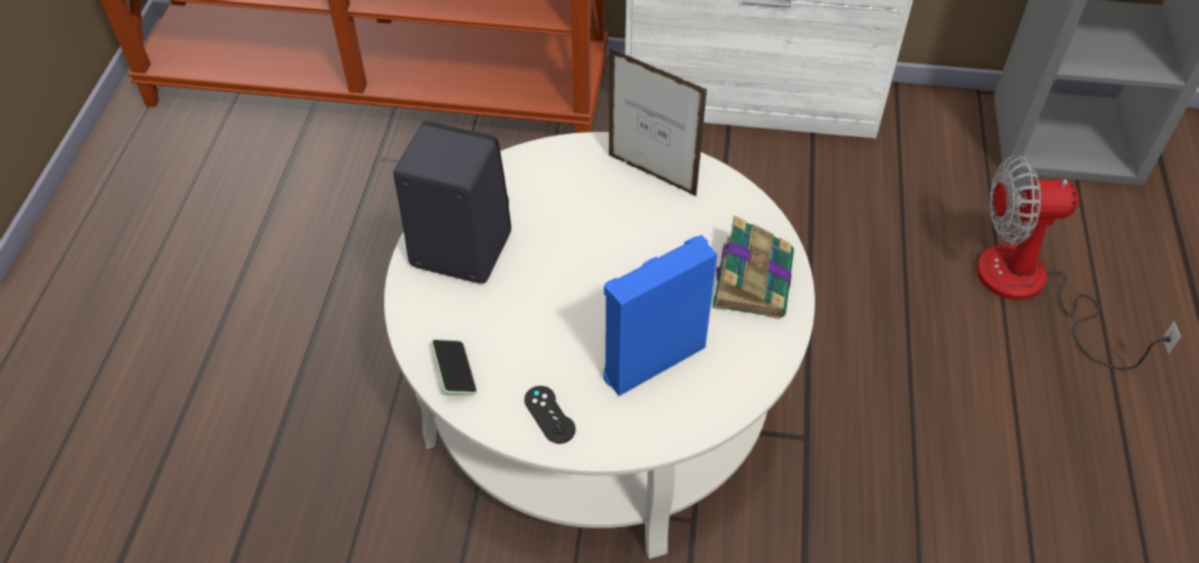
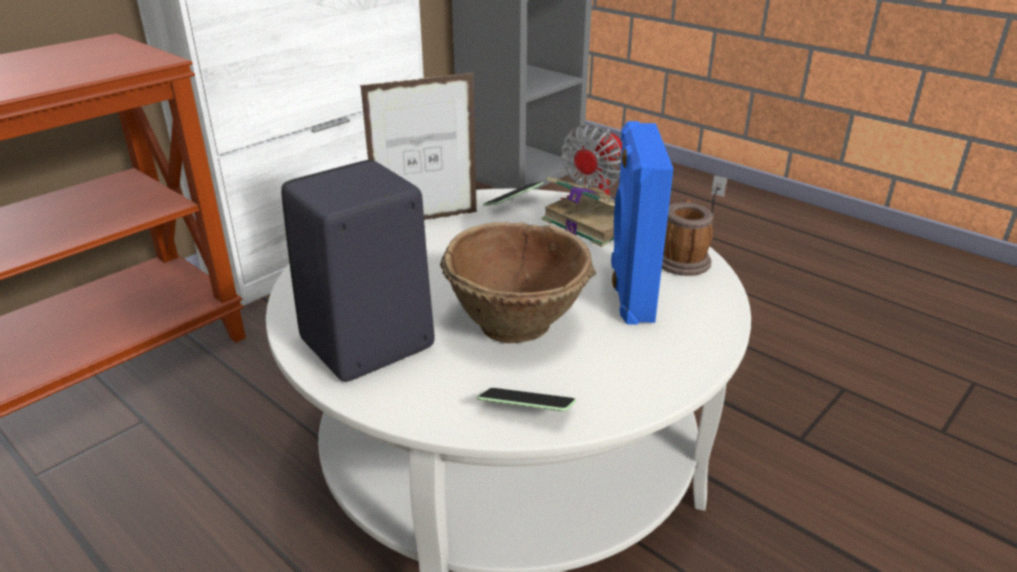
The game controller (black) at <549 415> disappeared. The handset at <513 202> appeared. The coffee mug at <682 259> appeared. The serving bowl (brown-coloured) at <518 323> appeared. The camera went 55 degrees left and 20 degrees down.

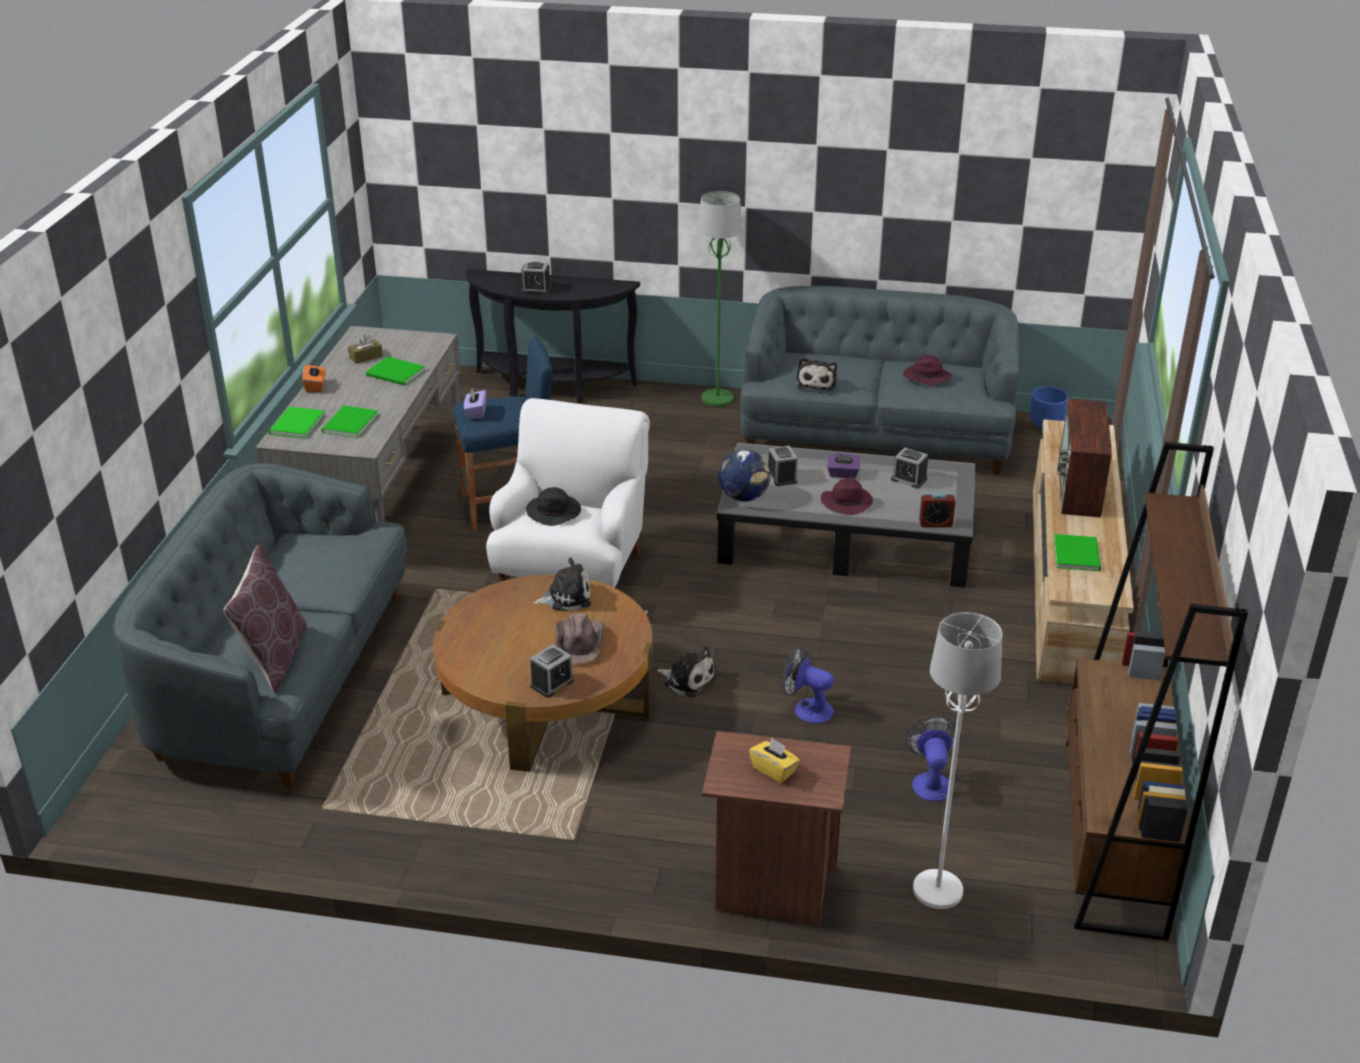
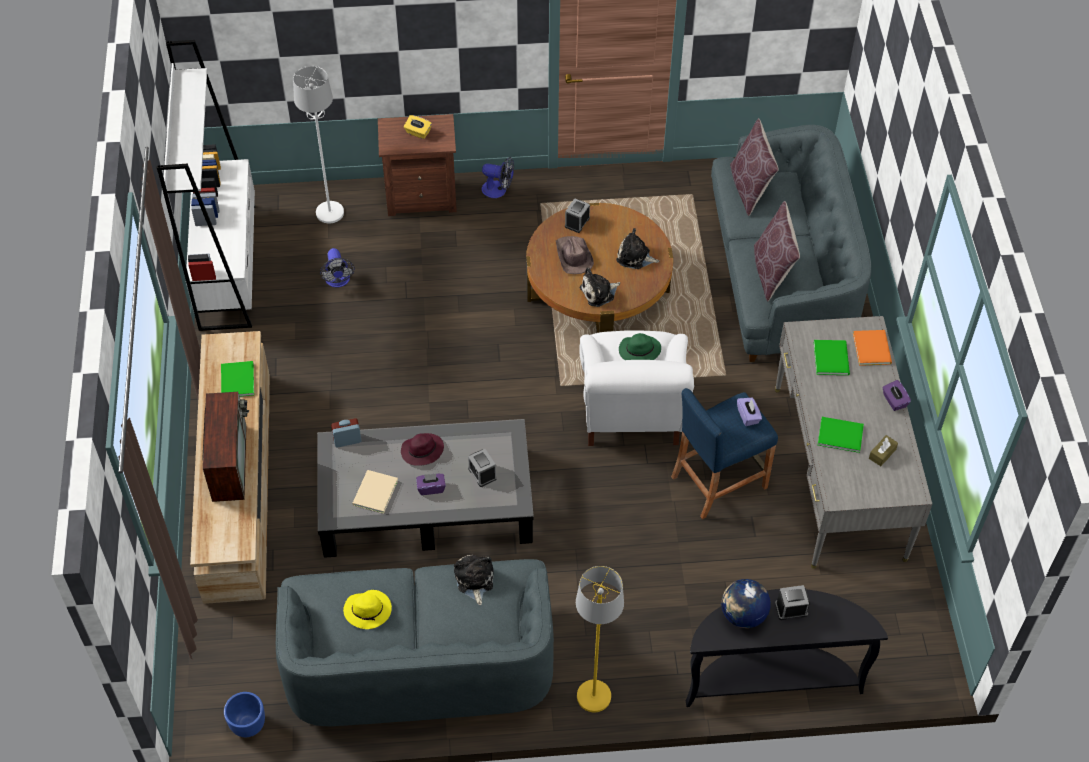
The standing lamp (green-coloured) at <717 398> became the standing lamp (yellow-coloured) at <593 697>. The wearable hat (purplish) at <926 377> became the wearable hat (yellow-coloured) at <368 610>. The tissue holder (orange-coloured) at <315 386> became the tissue holder (purplish) at <894 401>. The bound book (green-coloured) at <295 425> became the bound book (orange-coloured) at <872 347>. The shelving unit (brown-coloured) at <1113 835> became the shelving unit (whitish) at <228 266>. The alarm clock at <909 479> was replaced by the bound book (beige) at <373 493>. The globe moved from <744 497> to <743 615>. The wearable hat (black) at <554 512> became the wearable hat (green-coloured) at <639 351>. The cuddly toy moved from <687 680> to <635 257>. The cooling fan moved from <806 708> to <498 190>. The pillow (brown-coloured) at <772 272> appeared. The camera went 165 degrees right and 20 degrees up.

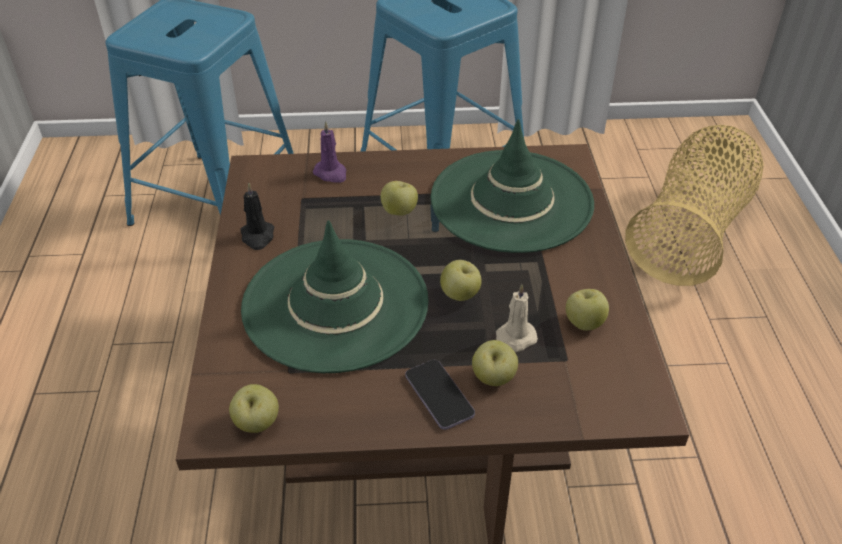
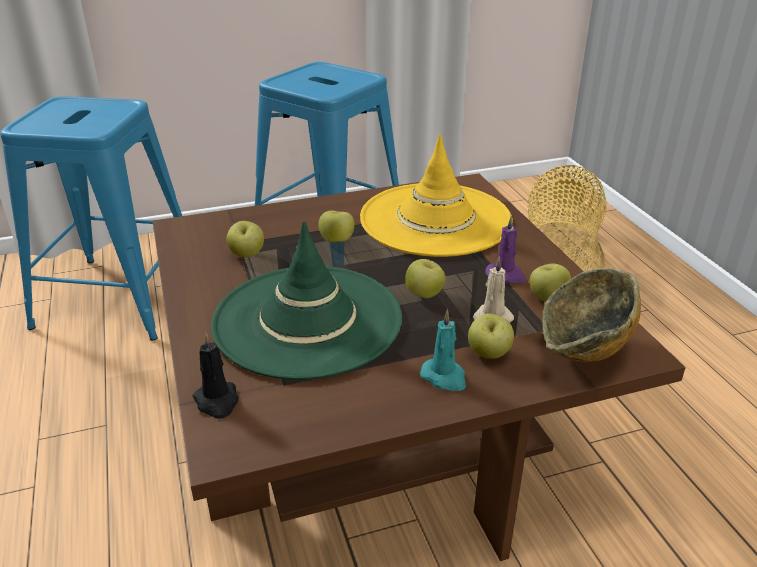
The wearable hat (green-coloured) at <511 201> became the wearable hat (yellow-coloured) at <435 220>. The candle (purplish) moved from <331 173> to <506 275>. The candle (black) moved from <258 237> to <217 401>. The handset at <439 395> was replaced by the candle (turquoise-coloured) at <444 377>. The whole apple moved from <257 423> to <247 255>. The serving bowl at <581 355> appeared. The camera went 15 degrees left and 10 degrees down.

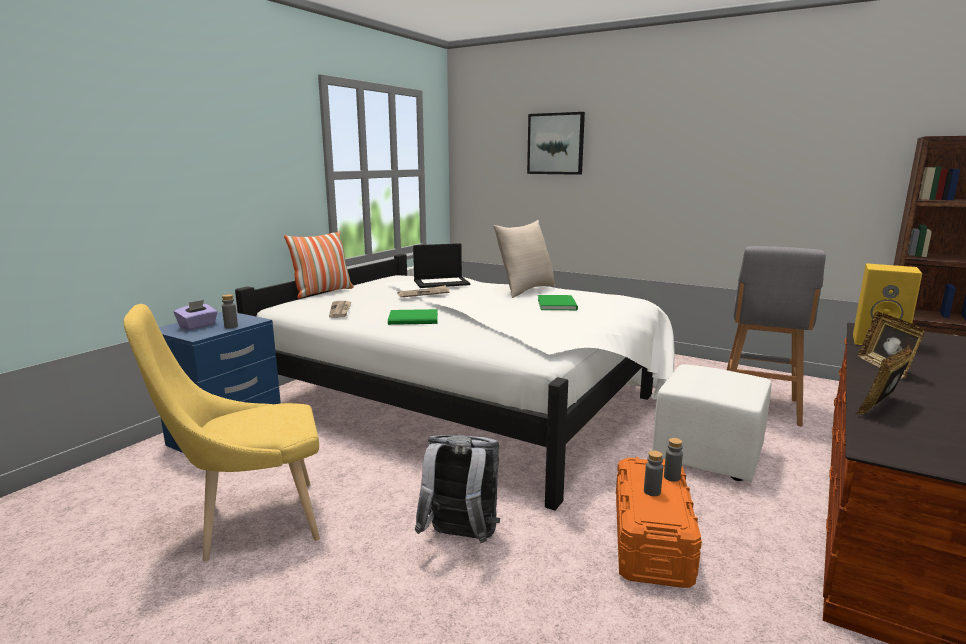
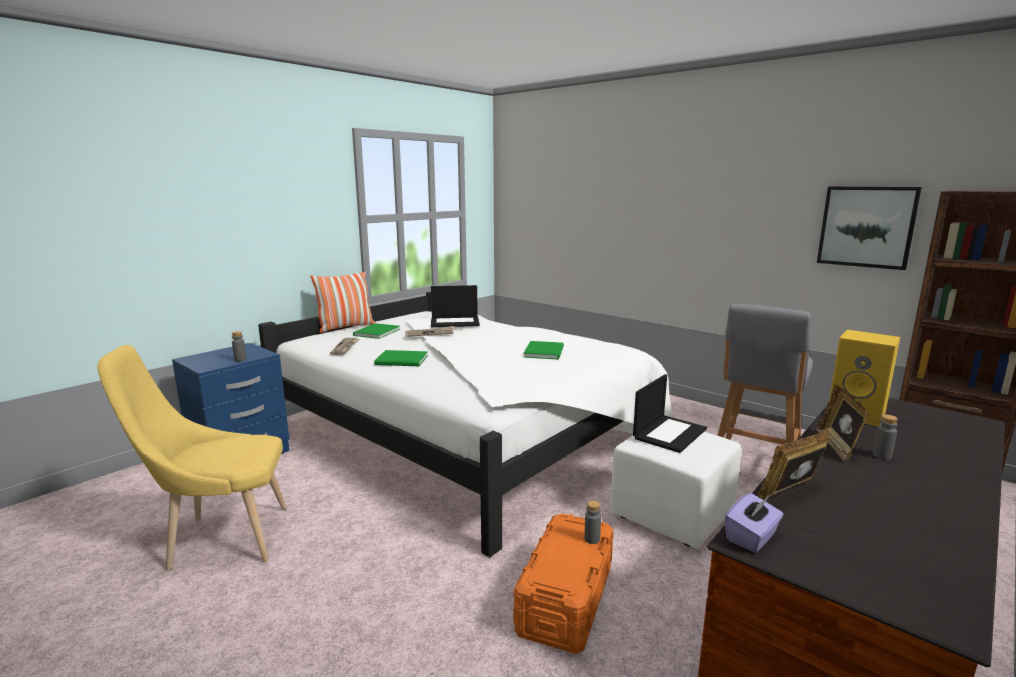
The wall art moved from <555 144> to <866 226>. The pillow (beige) at <525 290> disappeared. The tissue holder (purplish) moved from <198 326> to <752 538>. The knapsack (grey) at <460 538> disappeared. The bottle (grey) moved from <652 491> to <881 456>. The bound book (green-coloured) at <375 332> appeared. The notebook computer at <669 433> appeared. The camera went 10 degrees right and 0 degrees up.

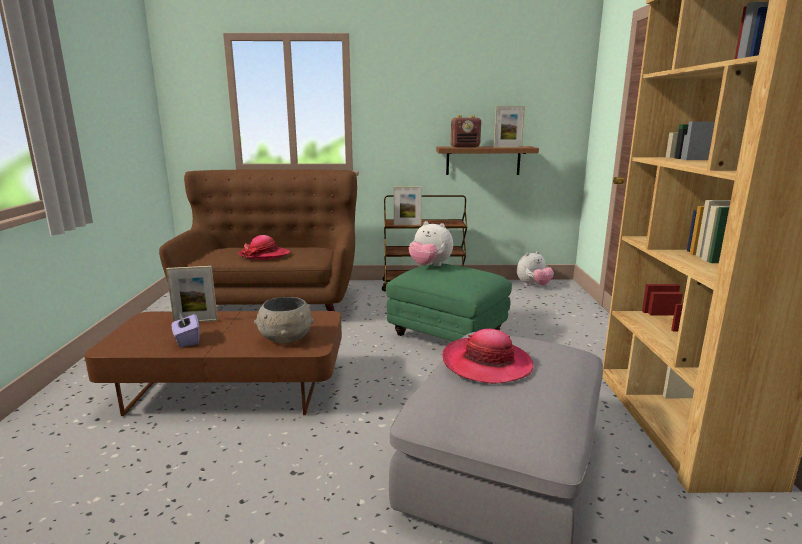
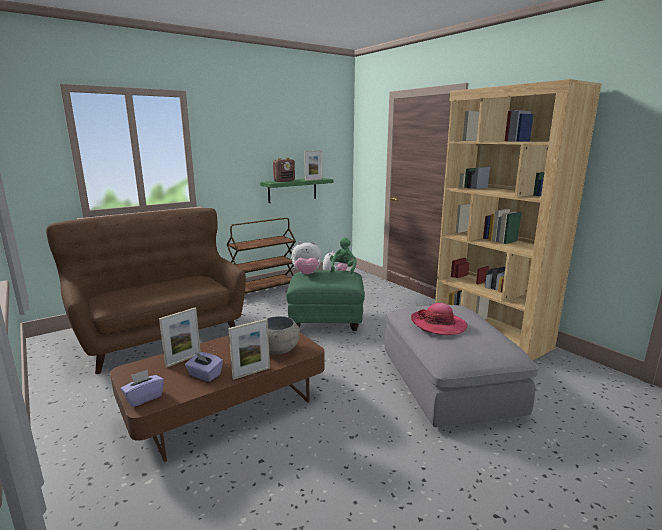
The bracket shelf (brown-coloured) at <483 160> became the bracket shelf (green-coloured) at <292 190>. The picture frame moved from <407 225> to <251 373>. The wearable hat at <264 255> disappeared. The cuddly toy (green-coloured) at <343 269> appeared. The tissue holder (purplish) at <144 398> appeared. The camera went 35 degrees left and 0 degrees up.

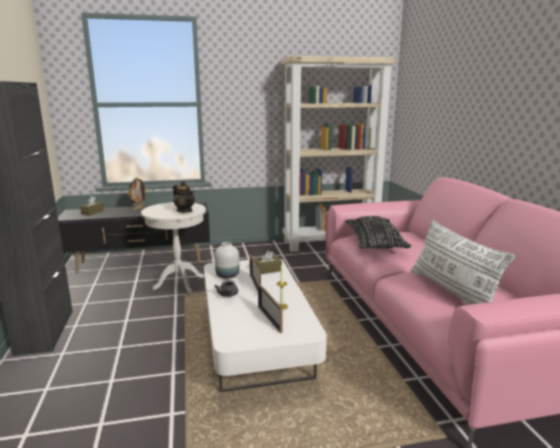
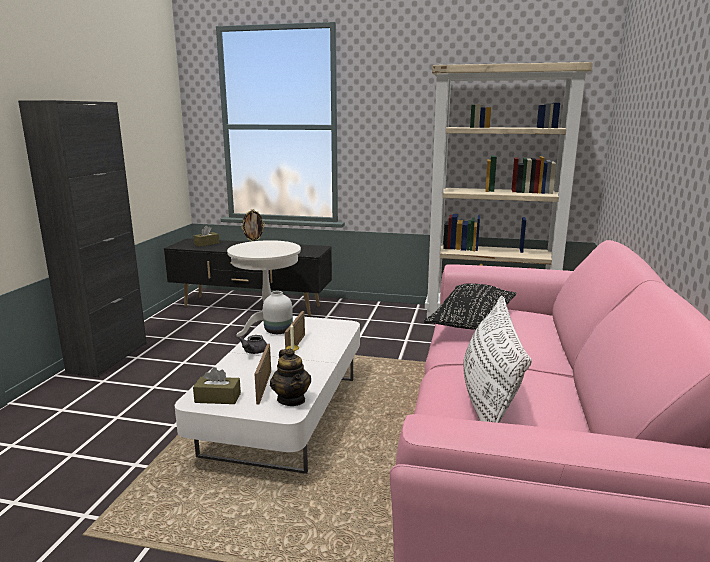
The pot for tea moved from <184 211> to <291 399>. The tissue holder (brown-coloured) moved from <267 270> to <218 398>. The camera went 25 degrees right and 0 degrees up.

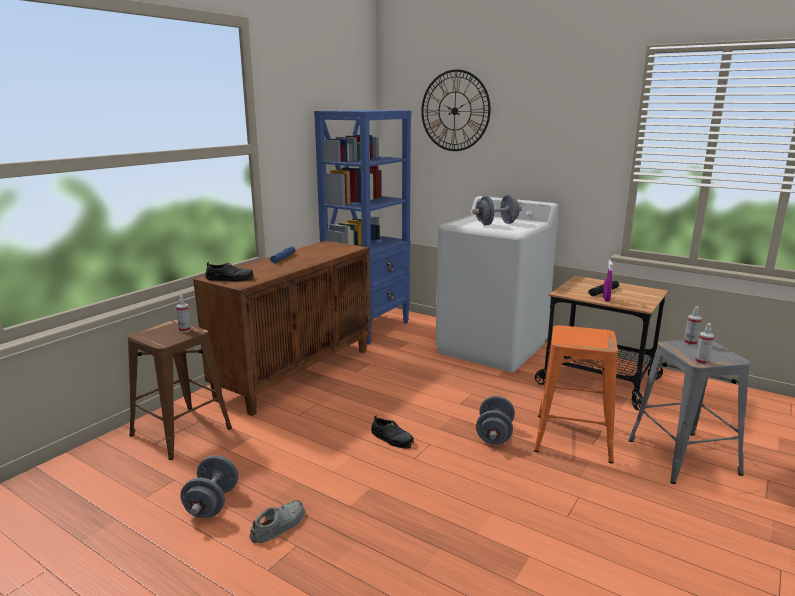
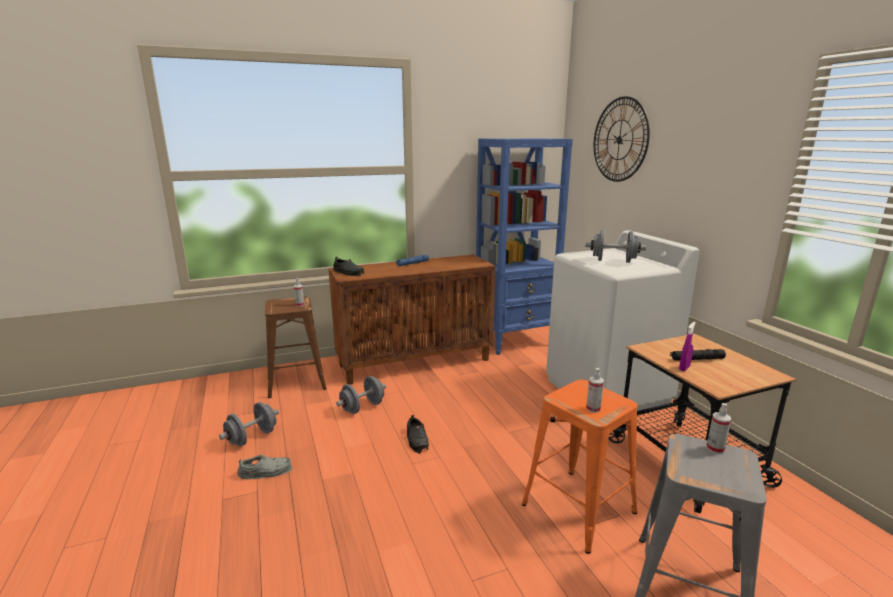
The sprayer moved from <702 362> to <593 409>. The hand weight (grey) moved from <494 435> to <362 407>. The camera went 35 degrees right and 0 degrees up.

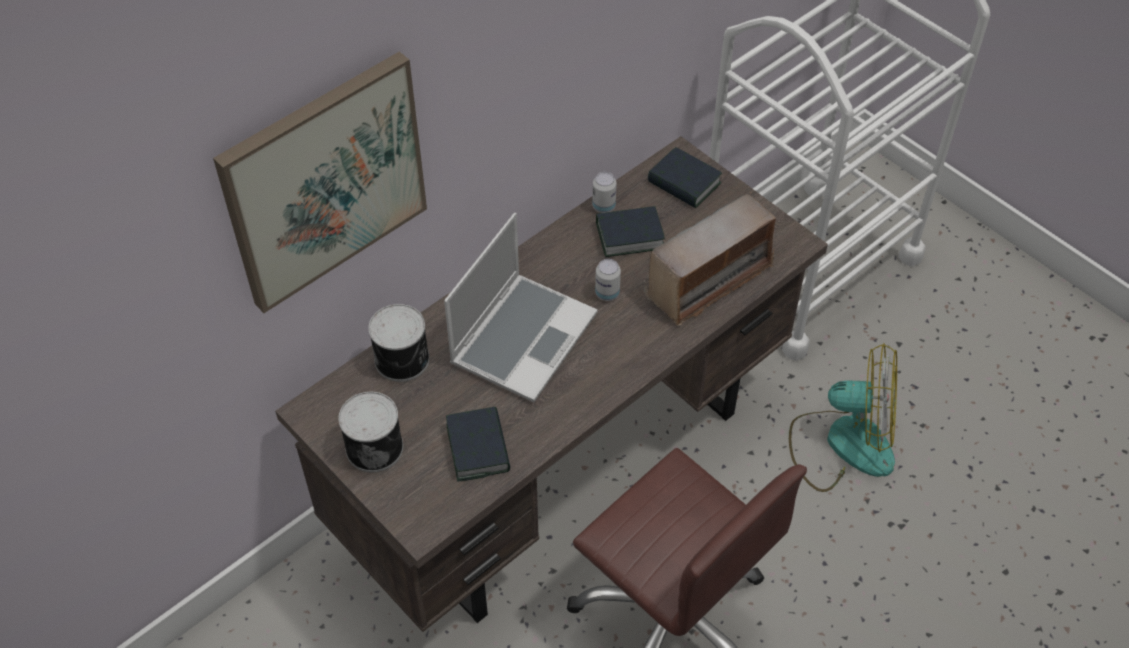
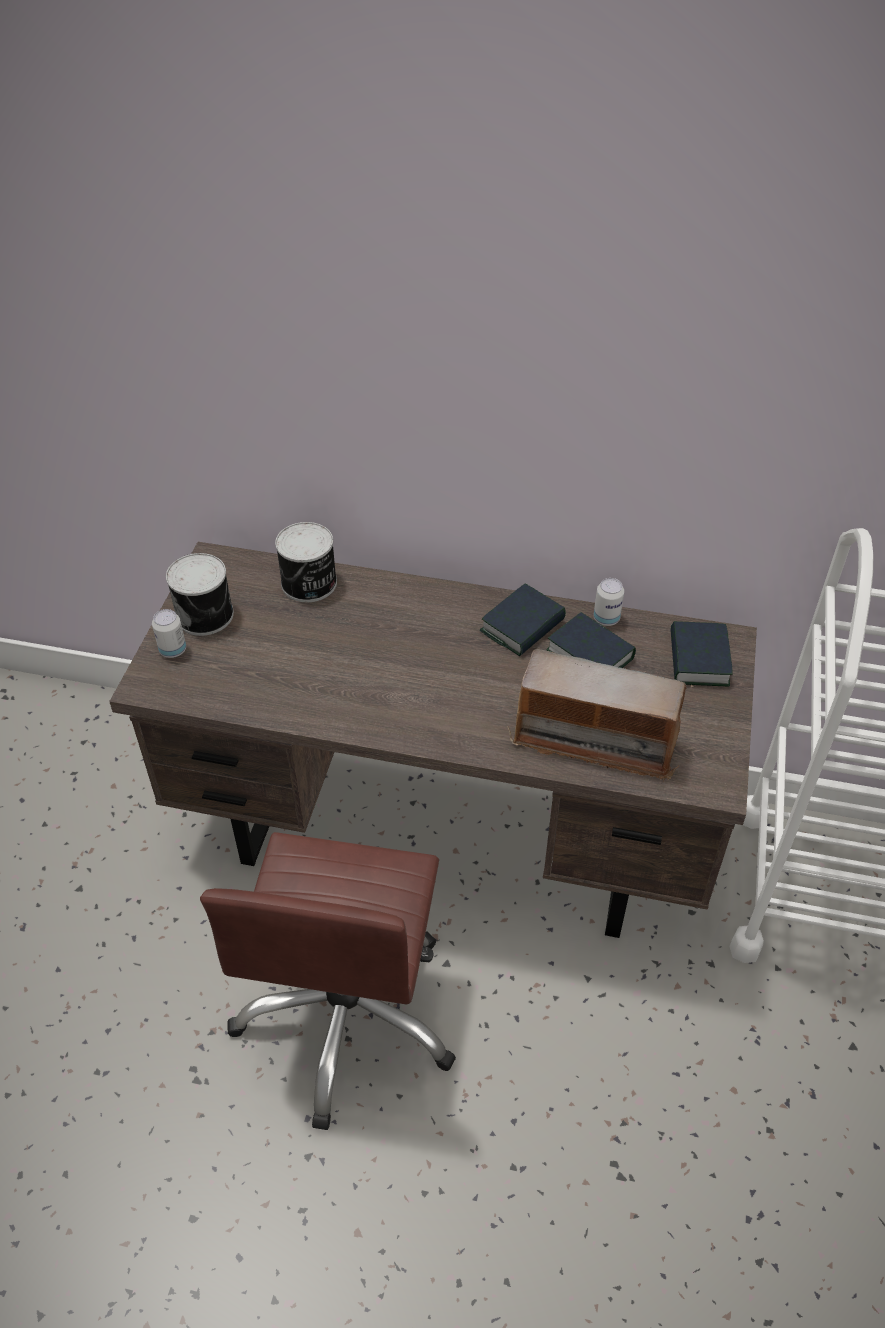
The wall art at <325 181> disappeared. The notebook computer at <523 337> disappeared. The can moved from <607 293> to <173 650>. The cooling fan at <842 443> disappeared. The bound book moved from <478 448> to <522 626>. The camera went 55 degrees right and 5 degrees down.

